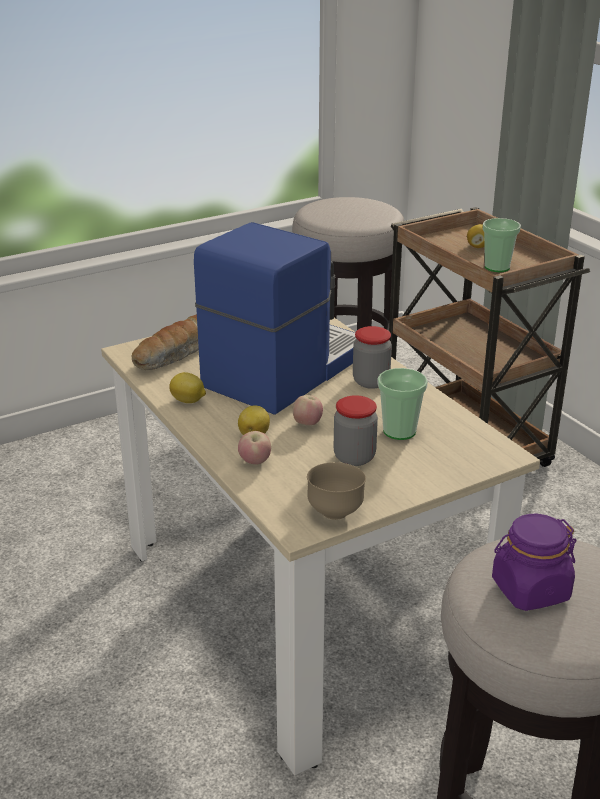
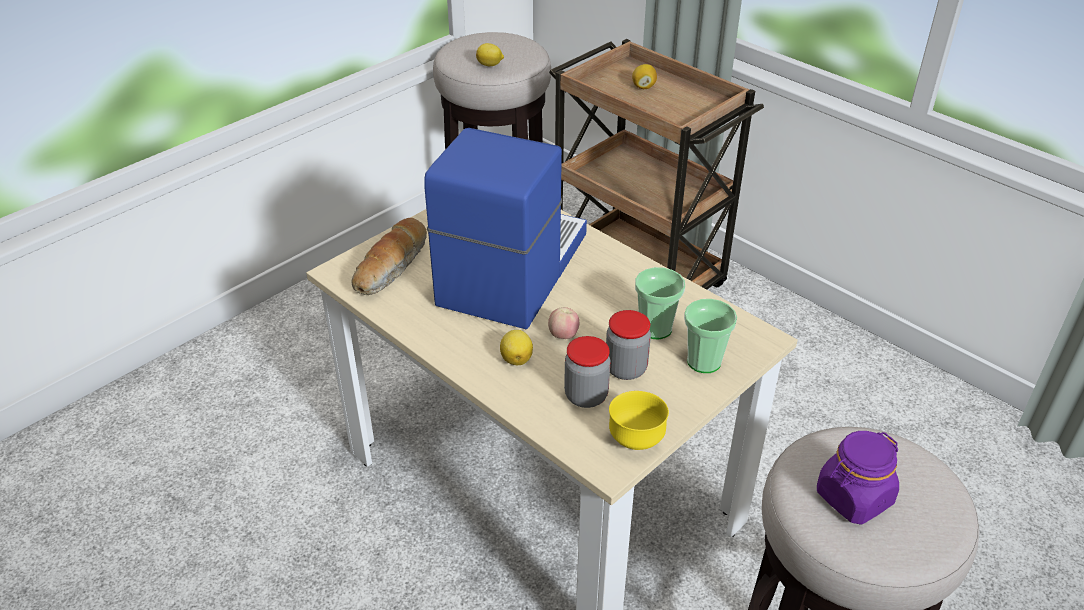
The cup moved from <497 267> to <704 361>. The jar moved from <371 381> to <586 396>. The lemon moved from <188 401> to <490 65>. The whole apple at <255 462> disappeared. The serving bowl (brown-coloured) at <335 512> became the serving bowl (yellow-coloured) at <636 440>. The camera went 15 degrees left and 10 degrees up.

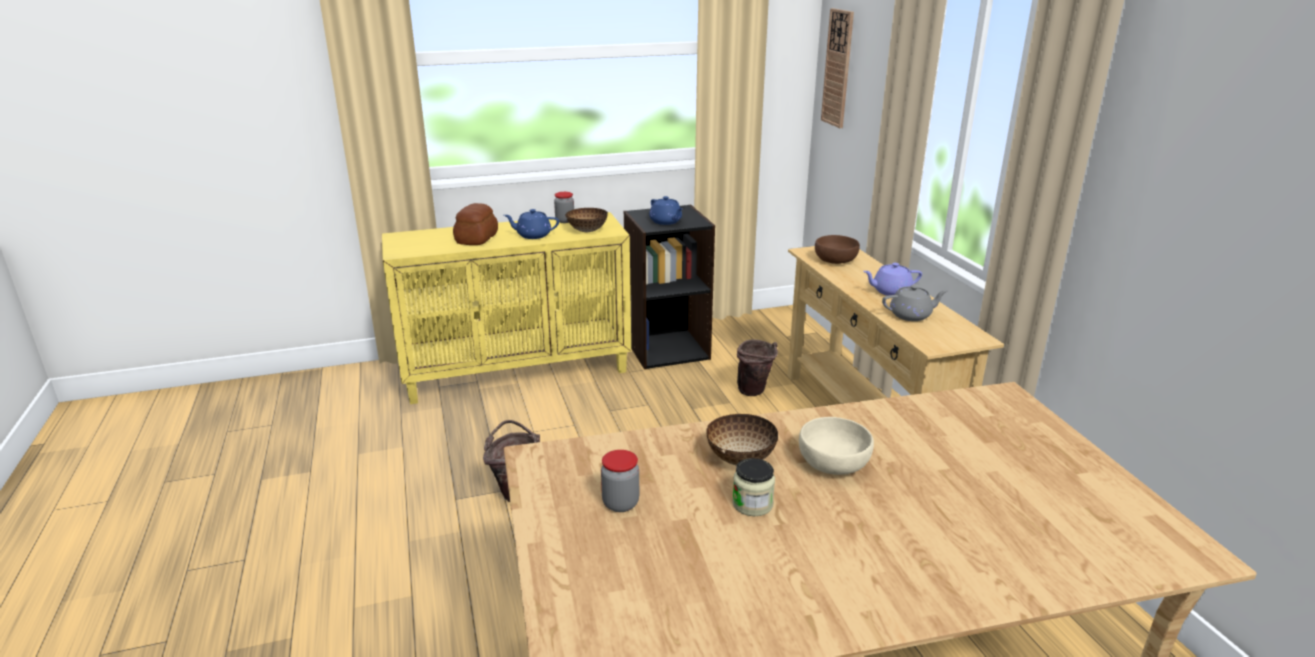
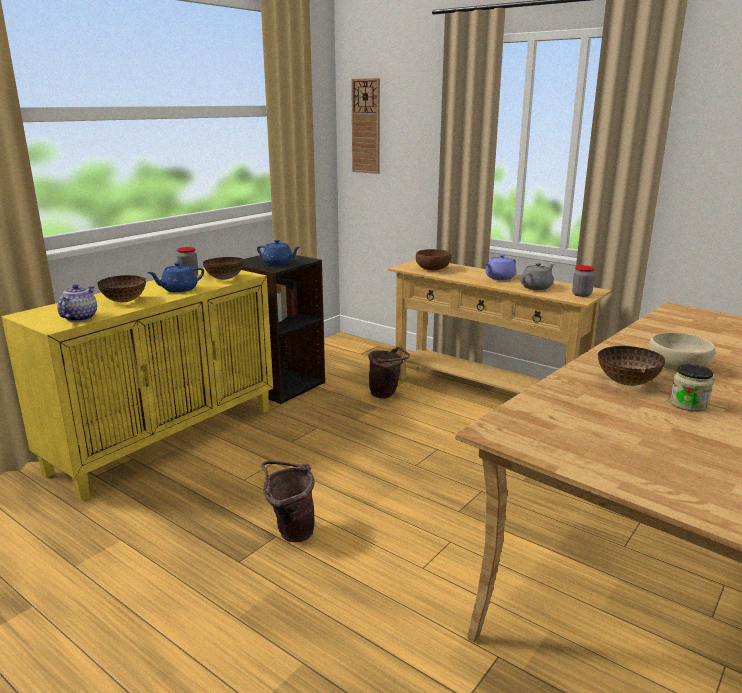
The bakery bread at <476 239> was replaced by the serving bowl at <124 301>. The jar moved from <620 503> to <581 294>. The pot for tea at <80 318> appeared. The camera went 35 degrees left and 5 degrees down.

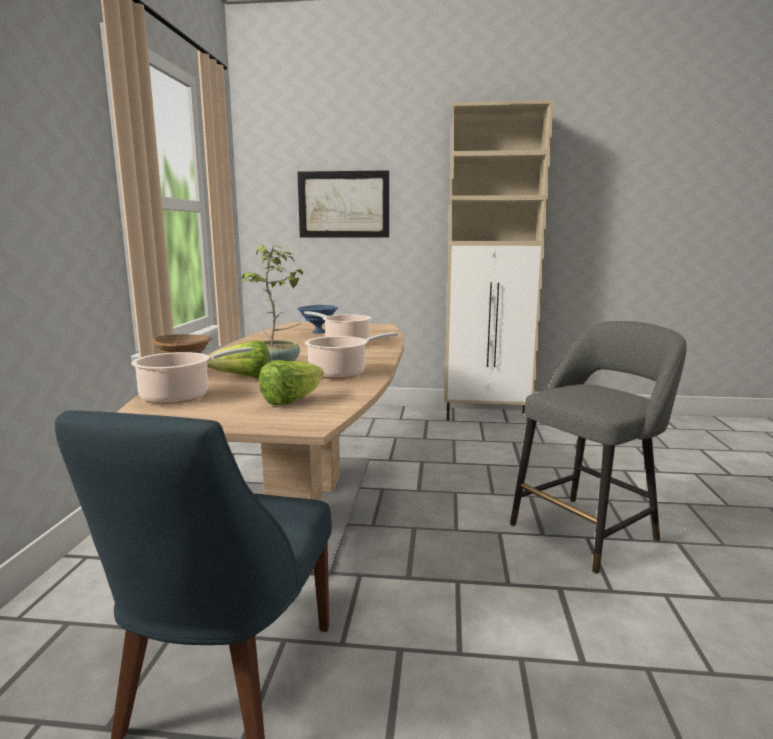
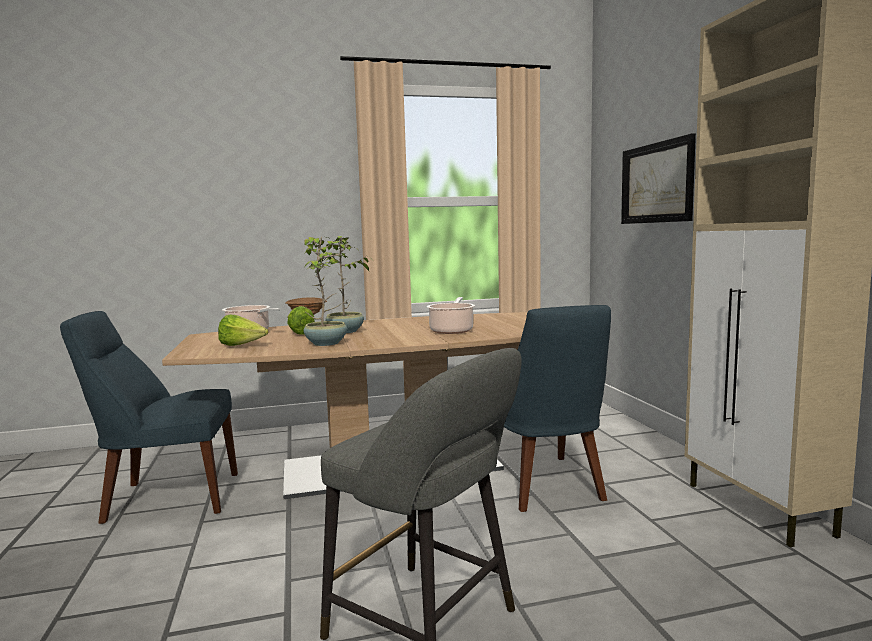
The serving bowl (blue) at <317 332> disappeared. The saucepot at <341 373> was replaced by the plant in a pot at <327 343>. The chair (blue) at <544 485> appeared. The camera went 70 degrees right and 5 degrees down.

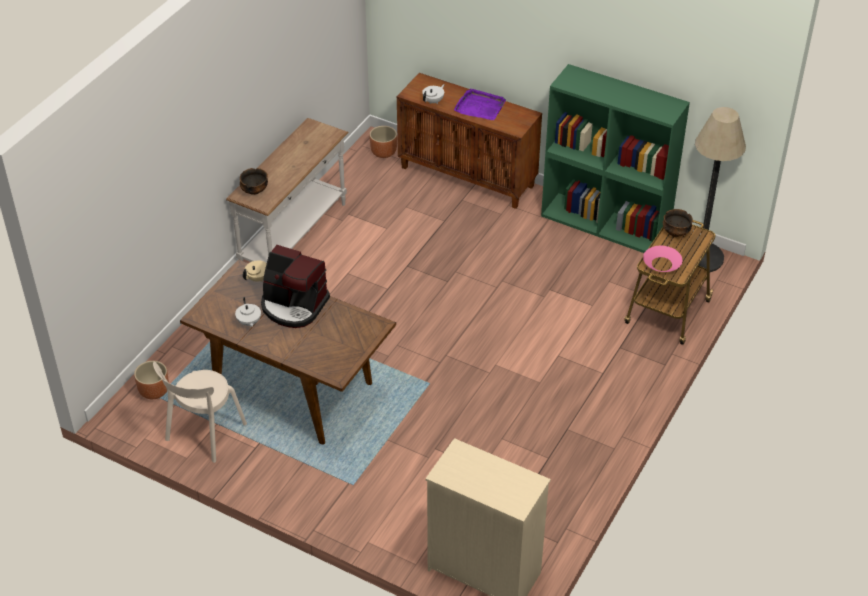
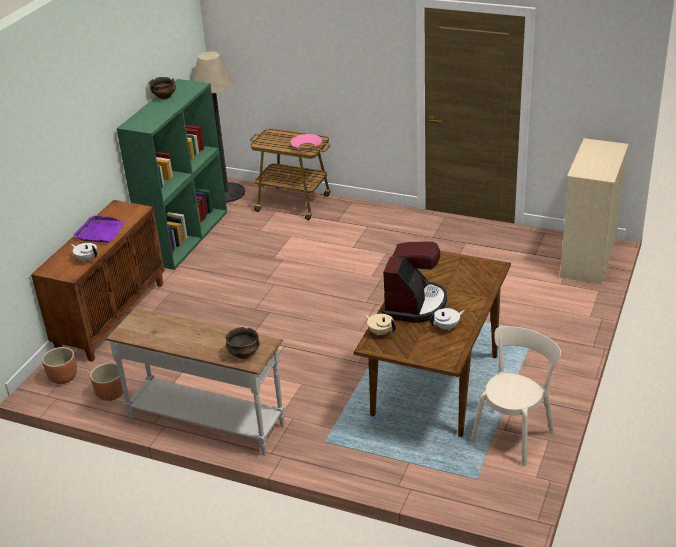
The serving bowl moved from <675 232> to <164 96>. The planter (brown-coloured) moved from <154 391> to <110 394>. The chair (beige) at <204 434> turned 75 degrees counterclockwise. The camera went 95 degrees left and 10 degrees down.

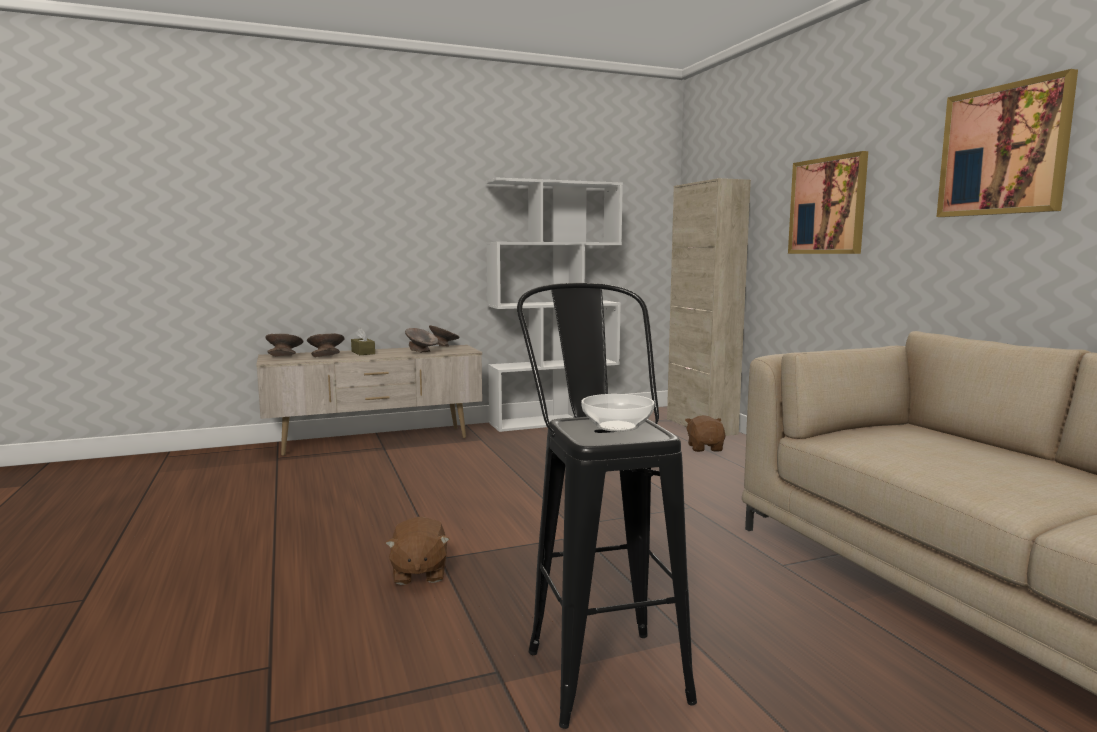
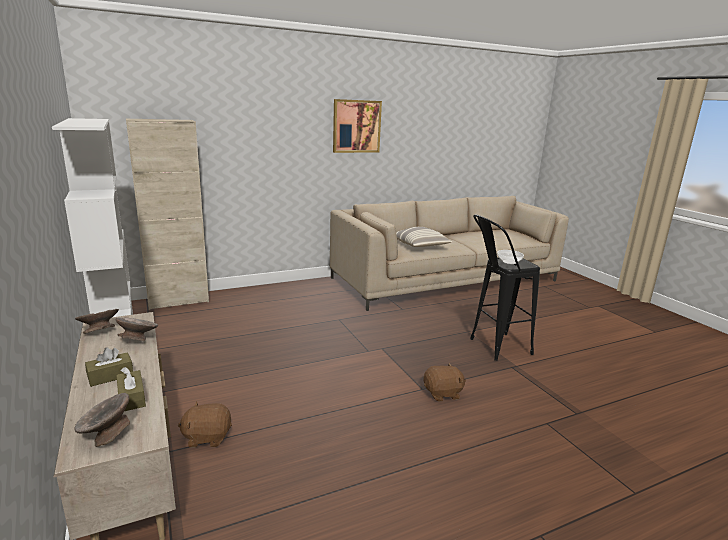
The wall art at <827 206> disappeared. The serving bowl (grey) at <326 356> was replaced by the tissue holder (brown-coloured) at <132 398>. The cuddly toy (brown-coloured) moved from <705 448> to <207 437>. The pillow at <421 246> appeared. The camera went 95 degrees left and 10 degrees up.

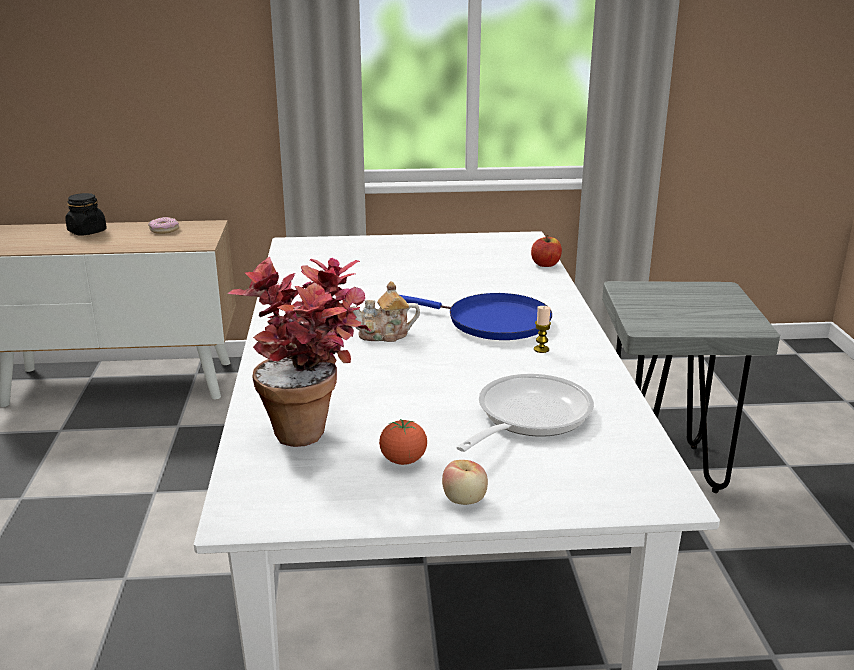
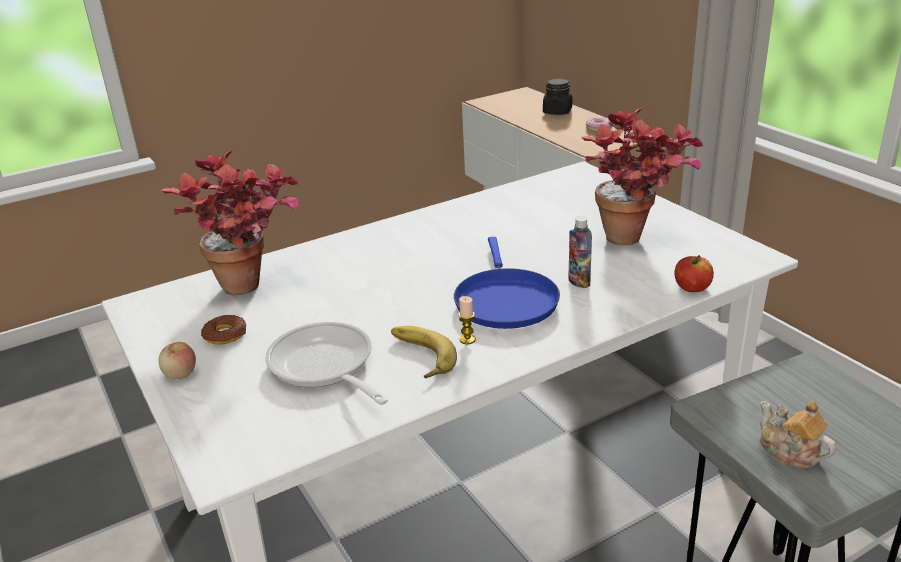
The pot for tea moved from <385 335> to <789 452>. The pan at <527 417> turned 135 degrees counterclockwise. The fresh tomato at <403 460> was replaced by the donut at <225 334>. The plant in a pot at <635 242> appeared. The bottle at <579 282> appeared. The banana at <418 357> appeared. The camera went 65 degrees right and 5 degrees up.

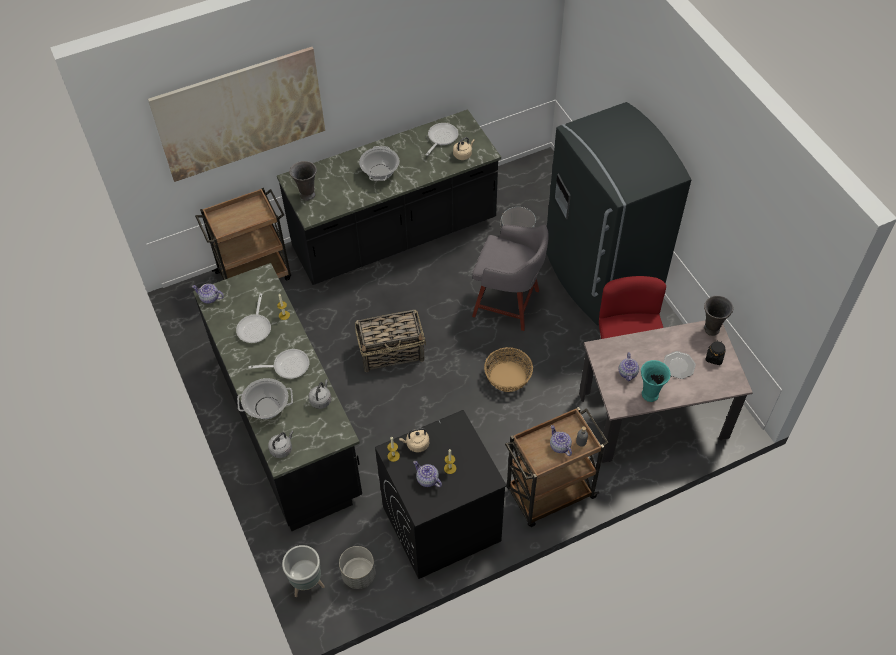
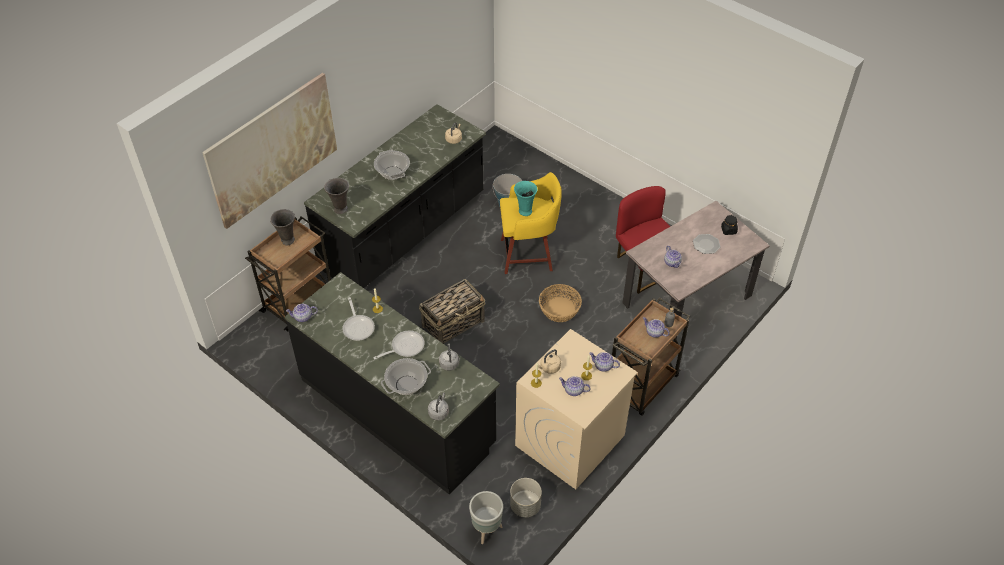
The fridge (grey) at <599 276> disappeared. The pan at <441 138> disappeared. The sitting stool (grey) at <508 304> became the sitting stool (yellow-coloured) at <528 255>. The vase (grey) moved from <711 329> to <287 240>. The vase (turquoise-coloured) moved from <649 394> to <525 211>. The laundry machine (black) at <441 524> became the laundry machine (beige) at <570 441>. The pot for tea at <603 366> appeared. The camera went 25 degrees left and 5 degrees down.

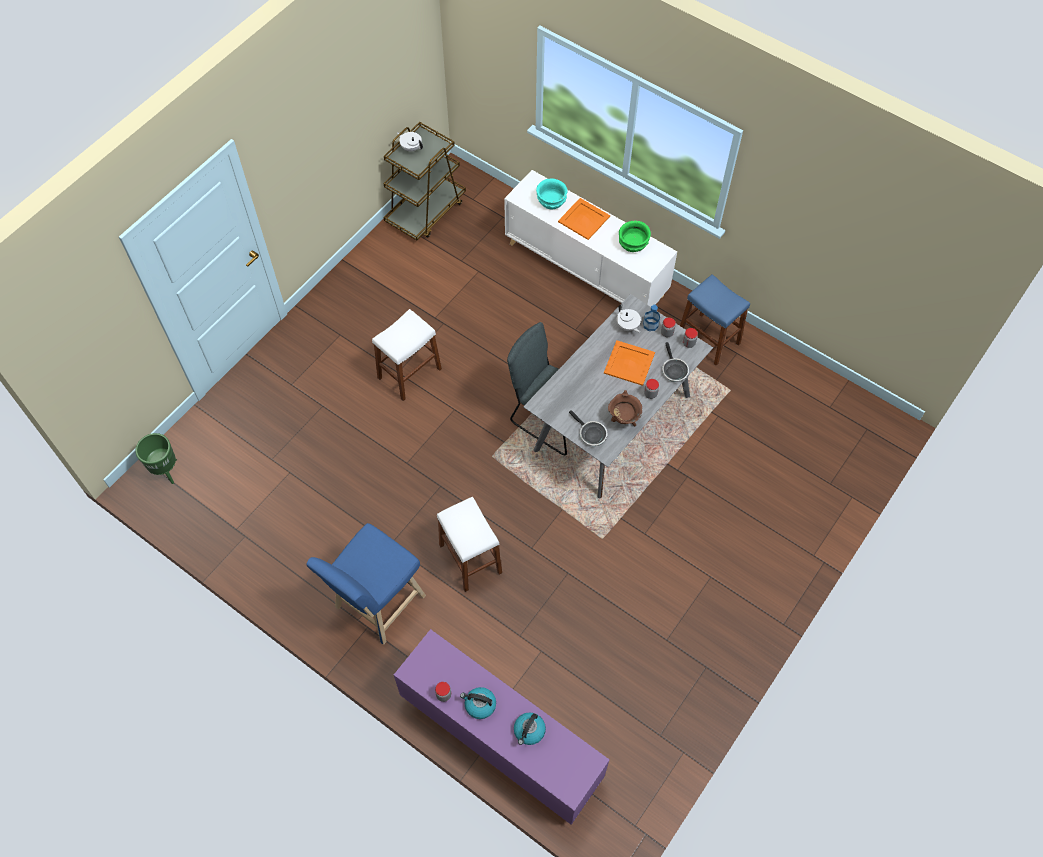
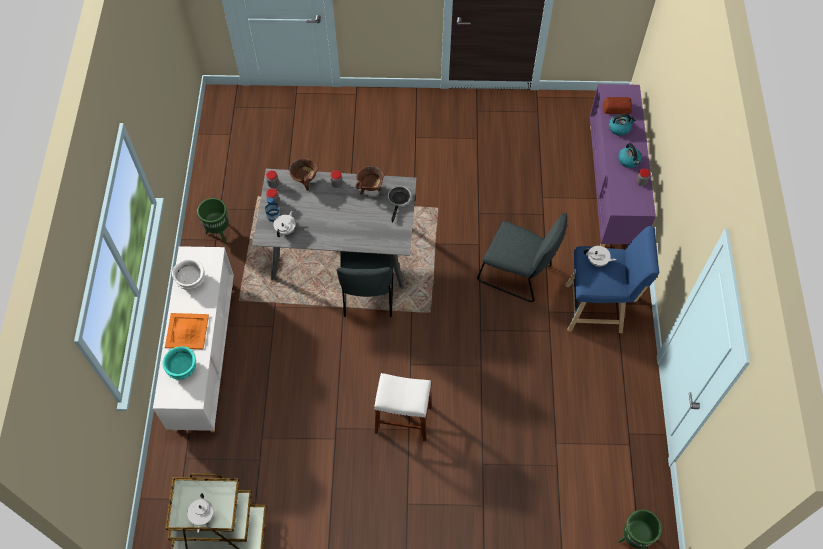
The serving bowl (green-coloured) at <633 244> became the serving bowl (whitish) at <192 280>. The sitting stool (blue) at <708 339> was replaced by the planter (green-coloured) at <219 232>. The tray (orange-coloured) at <629 363> disappeared. The pan at <673 370> was replaced by the saucepot (brown-coloured) at <305 181>. The sitting stool (whitish) at <470 558> was replaced by the chair (grey) at <517 275>. The bakery bread at <616 108> appeared. The pot for tea (whitish) at <597 261> appeared. The camera went 125 degrees left and 0 degrees up.

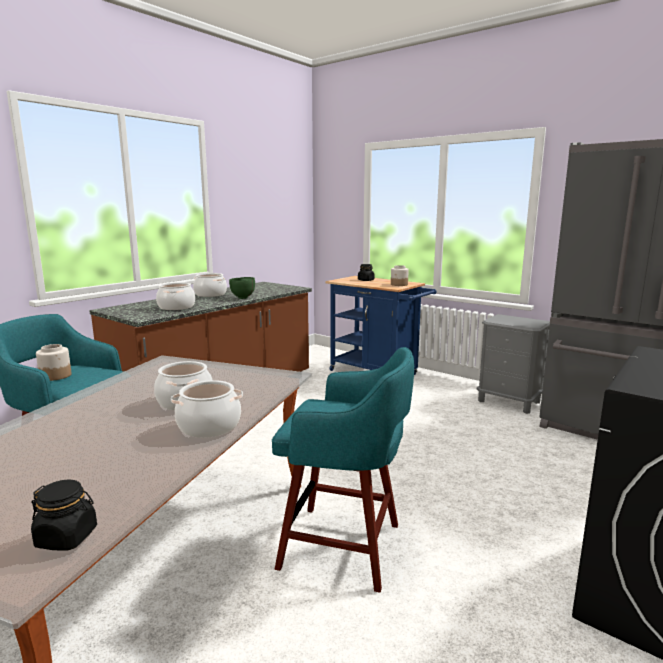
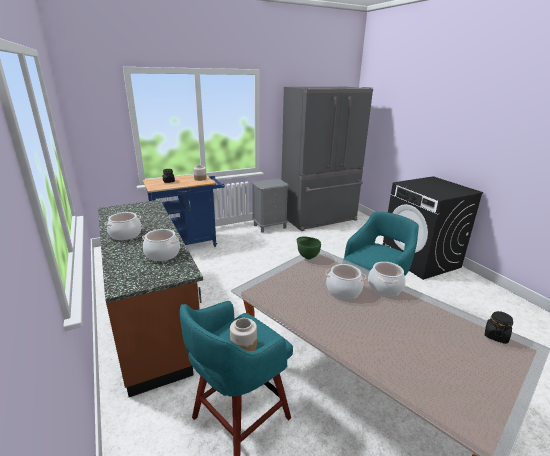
The serving bowl (green-coloured) moved from <243 297> to <307 257>. The camera went 65 degrees left and 10 degrees up.

